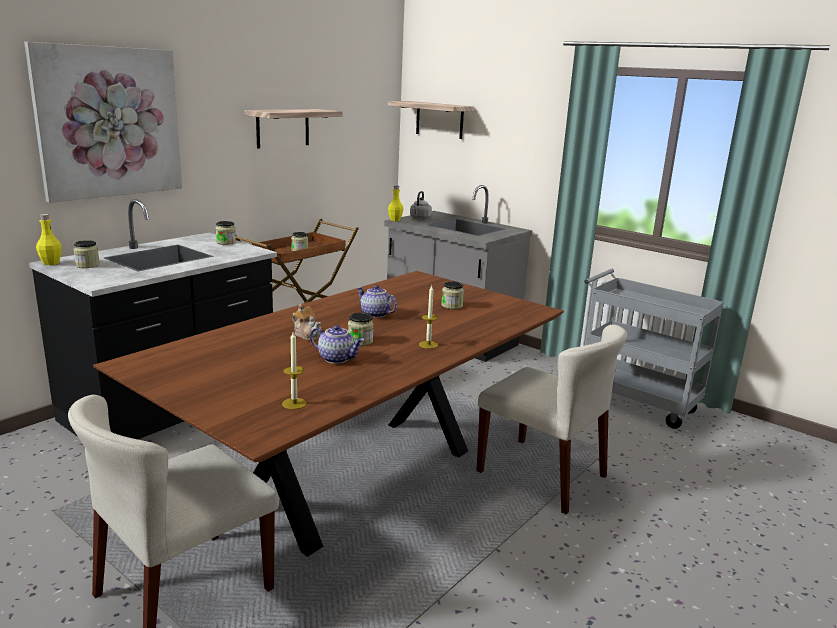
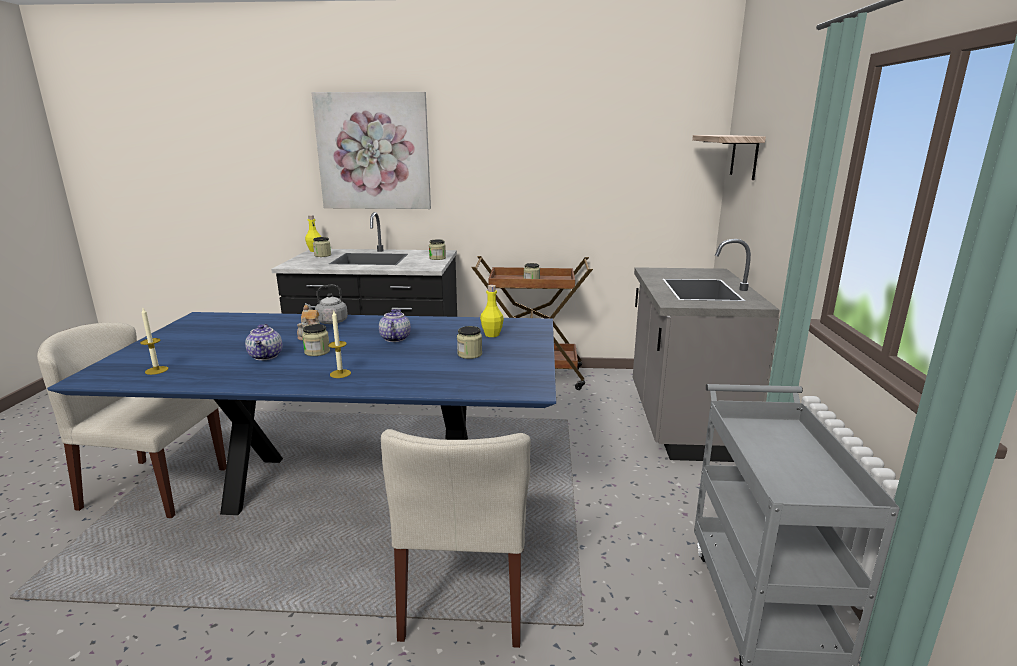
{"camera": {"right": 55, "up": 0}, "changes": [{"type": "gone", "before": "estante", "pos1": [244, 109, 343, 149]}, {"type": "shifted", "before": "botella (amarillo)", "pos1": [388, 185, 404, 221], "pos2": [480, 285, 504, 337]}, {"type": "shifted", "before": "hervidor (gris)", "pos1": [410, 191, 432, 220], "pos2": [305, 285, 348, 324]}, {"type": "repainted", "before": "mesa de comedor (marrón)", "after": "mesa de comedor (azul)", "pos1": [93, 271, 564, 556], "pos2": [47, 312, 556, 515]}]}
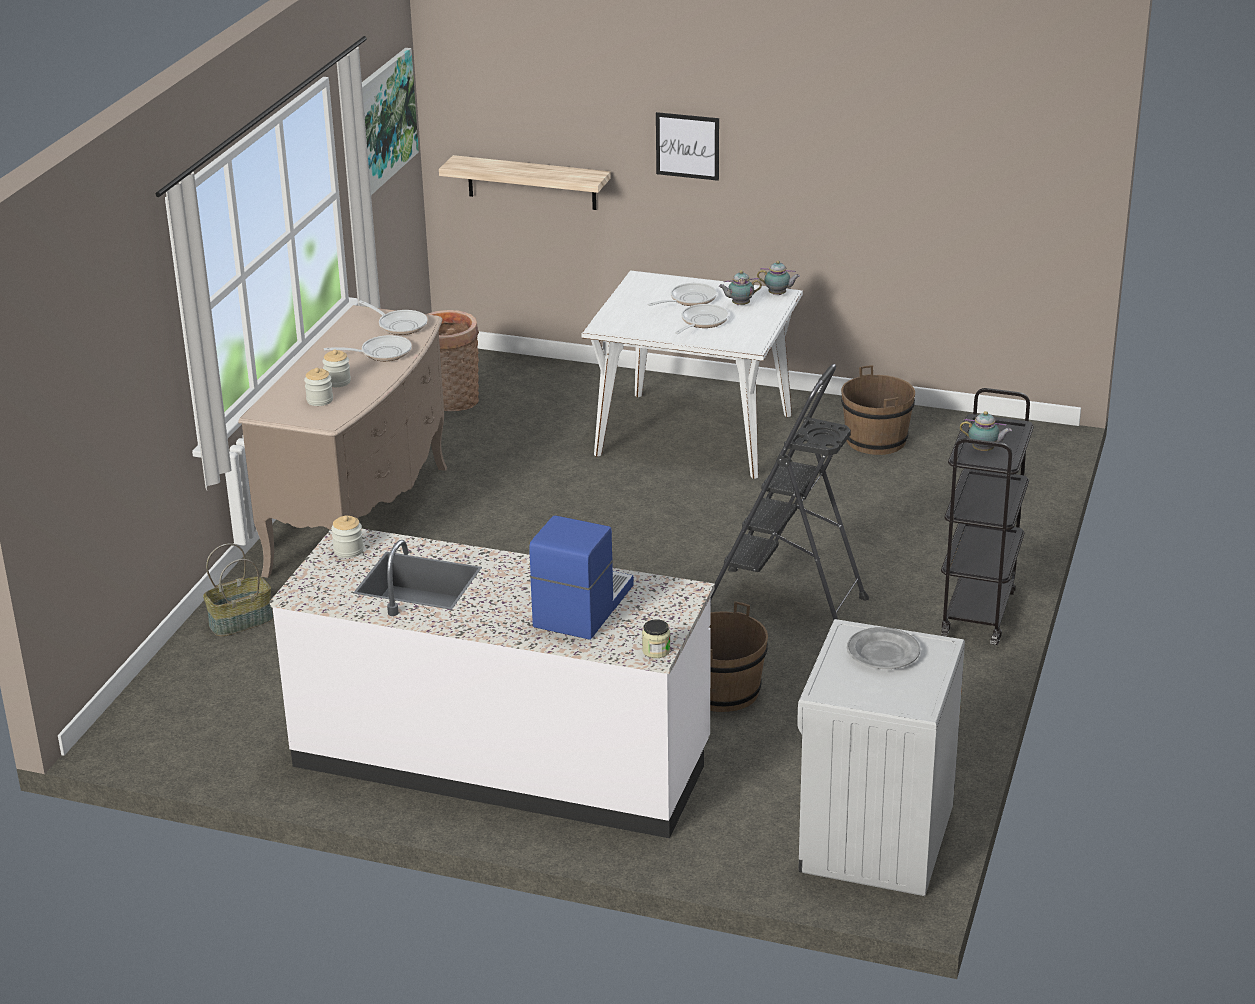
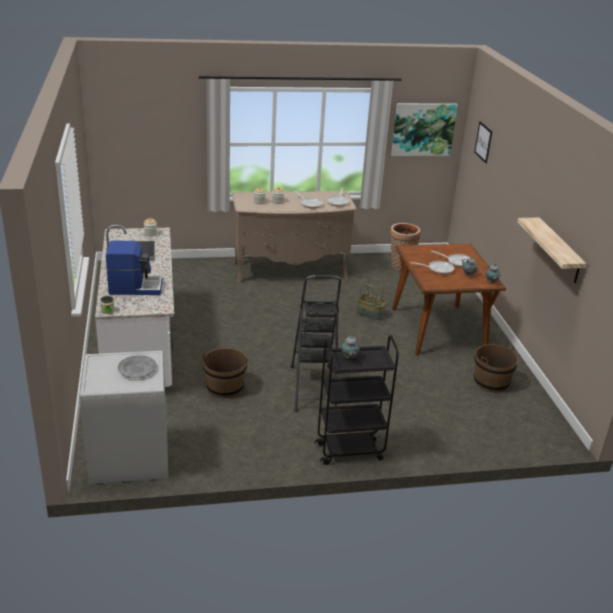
{"camera": {"right": 60, "up": 0}, "changes": [{"type": "shifted", "before": "cuadro", "pos1": [656, 112, 719, 181], "pos2": [474, 121, 492, 163]}, {"type": "shifted", "before": "estante", "pos1": [439, 155, 611, 210], "pos2": [517, 218, 587, 283]}, {"type": "repainted", "before": "mesa de comedor (blanco)", "after": "mesa de comedor (marrón)", "pos1": [581, 270, 803, 479], "pos2": [392, 244, 506, 355]}, {"type": "shifted", "before": "cesta", "pos1": [203, 543, 273, 637], "pos2": [356, 278, 387, 321]}]}
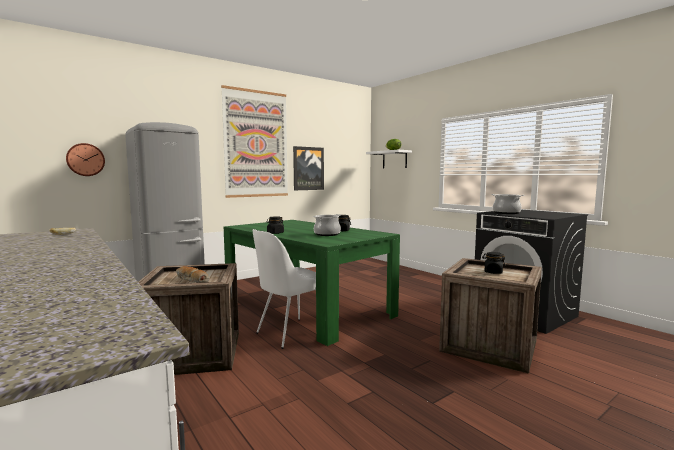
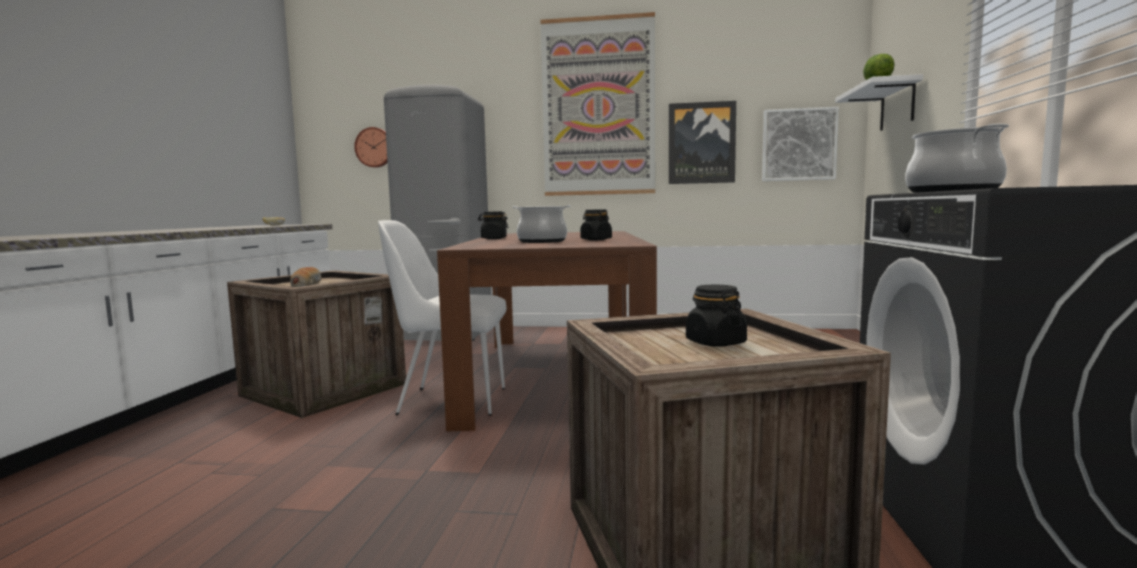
{"camera": {"right": 45, "up": 0}, "changes": [{"type": "repainted", "before": "mesa de comedor (verde)", "after": "mesa de comedor (marrón)", "pos1": [224, 220, 400, 346], "pos2": [437, 231, 657, 431]}, {"type": "new", "after": "cuadro", "pos2": [762, 107, 839, 181]}]}
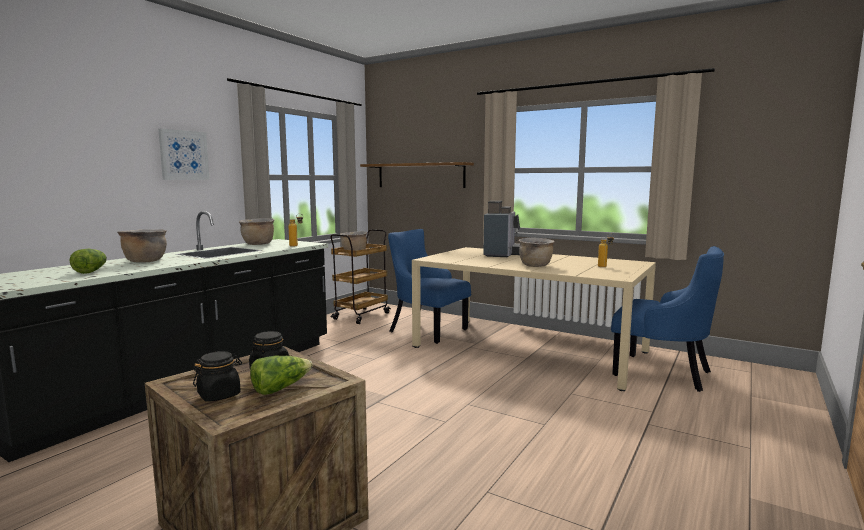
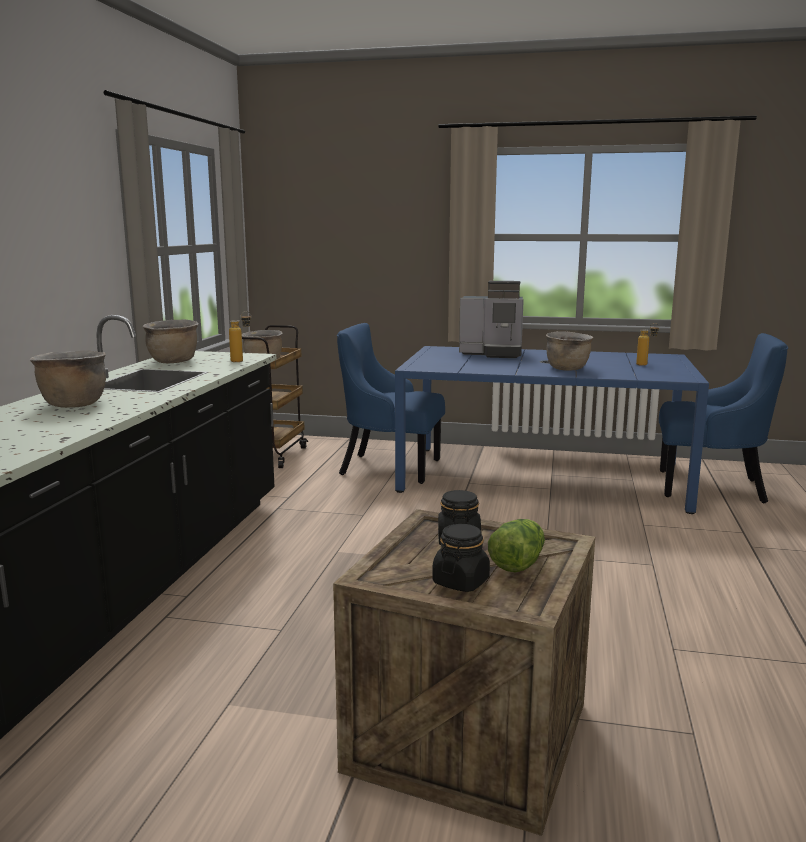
{"camera": {"right": -20, "up": 5}, "changes": [{"type": "gone", "before": "cuadro", "pos1": [158, 129, 210, 180]}, {"type": "gone", "before": "estante", "pos1": [360, 162, 474, 188]}, {"type": "rotated", "before": "cafetera", "pos1": [483, 201, 520, 257], "pos2": [459, 281, 524, 358], "turn": 105}, {"type": "repainted", "before": "mesa de comedor (beis)", "after": "mesa de comedor (azul)", "pos1": [412, 247, 656, 391], "pos2": [395, 346, 709, 514]}, {"type": "gone", "before": "lechuga", "pos1": [69, 249, 107, 274]}]}
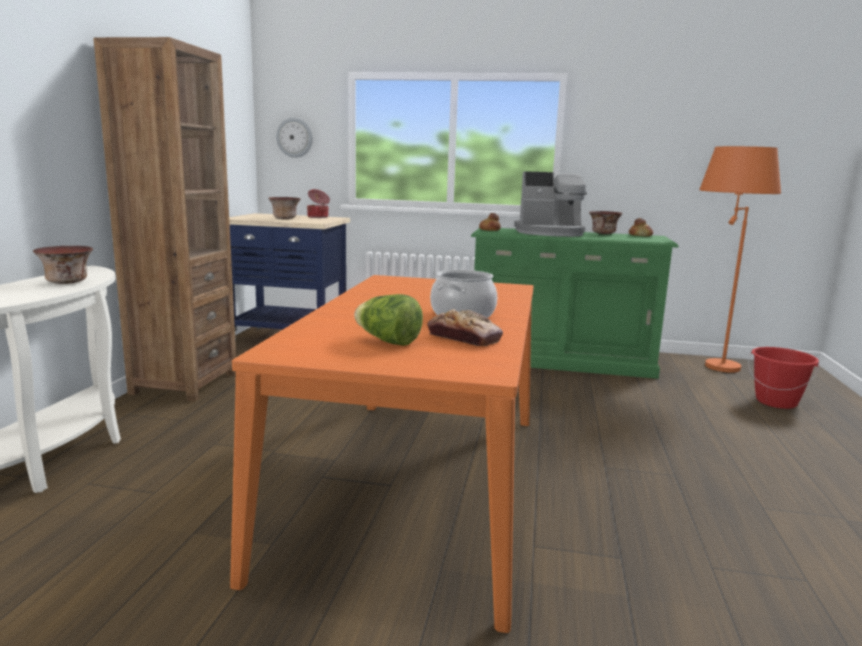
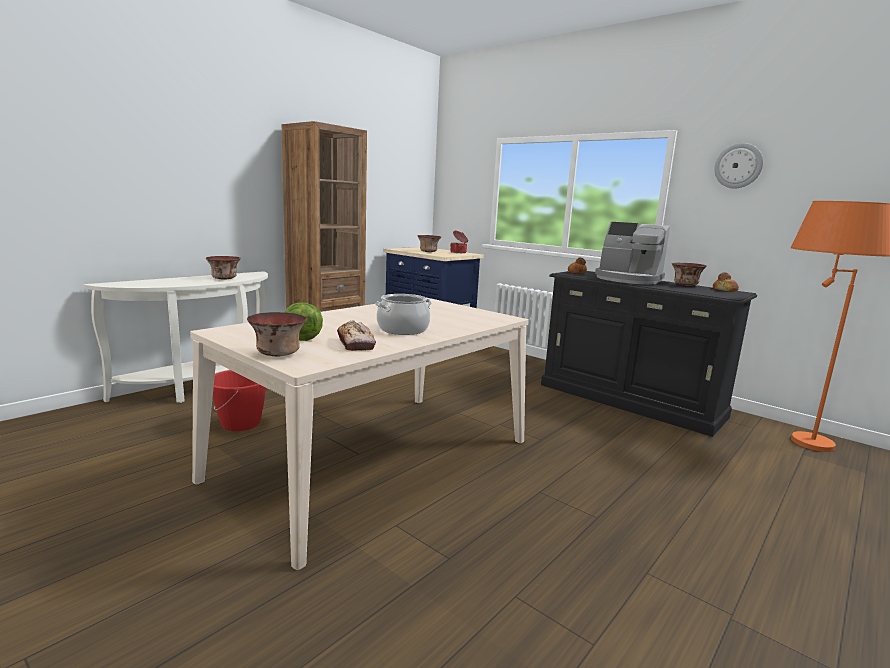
{"camera": {"right": 30, "up": 0}, "changes": [{"type": "shifted", "before": "reloj de pared", "pos1": [276, 118, 313, 158], "pos2": [714, 143, 763, 189]}, {"type": "repainted", "before": "armario (verde)", "after": "armario (negro)", "pos1": [471, 228, 679, 379], "pos2": [541, 271, 757, 437]}, {"type": "repainted", "before": "mesa de comedor (naranja)", "after": "mesa de comedor (beis)", "pos1": [230, 275, 534, 633], "pos2": [190, 298, 529, 570]}, {"type": "shifted", "before": "cubo (rojo)", "pos1": [748, 347, 819, 409], "pos2": [213, 370, 266, 431]}, {"type": "new", "after": "cuenco", "pos2": [247, 312, 307, 356]}]}
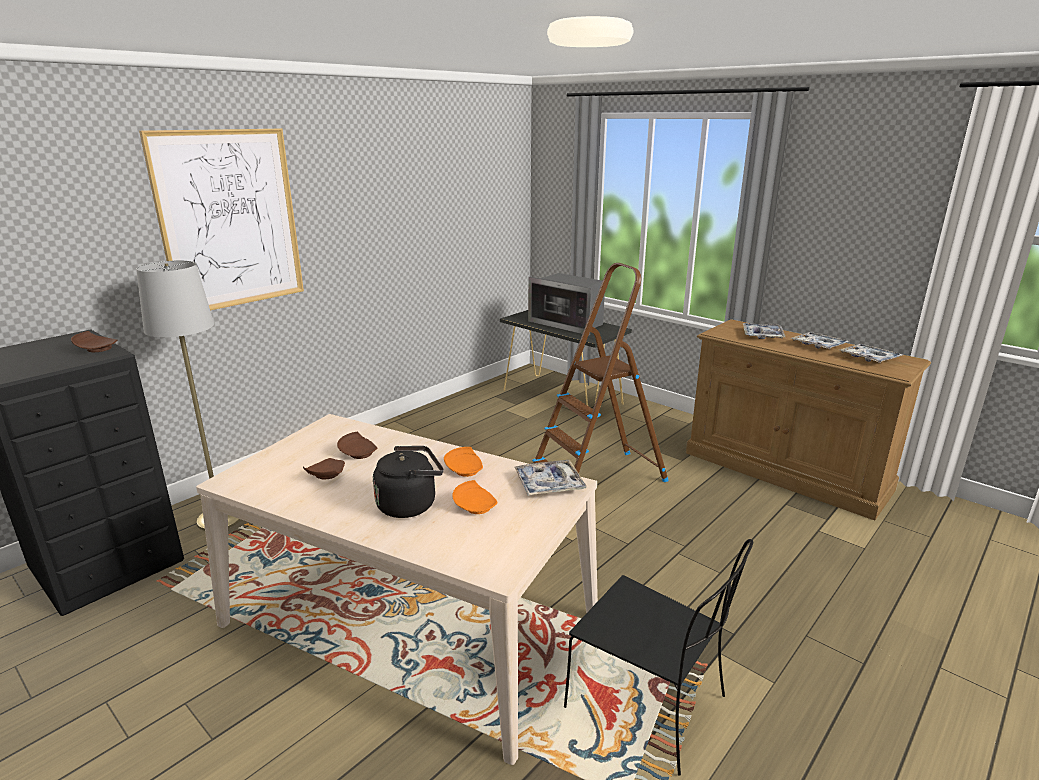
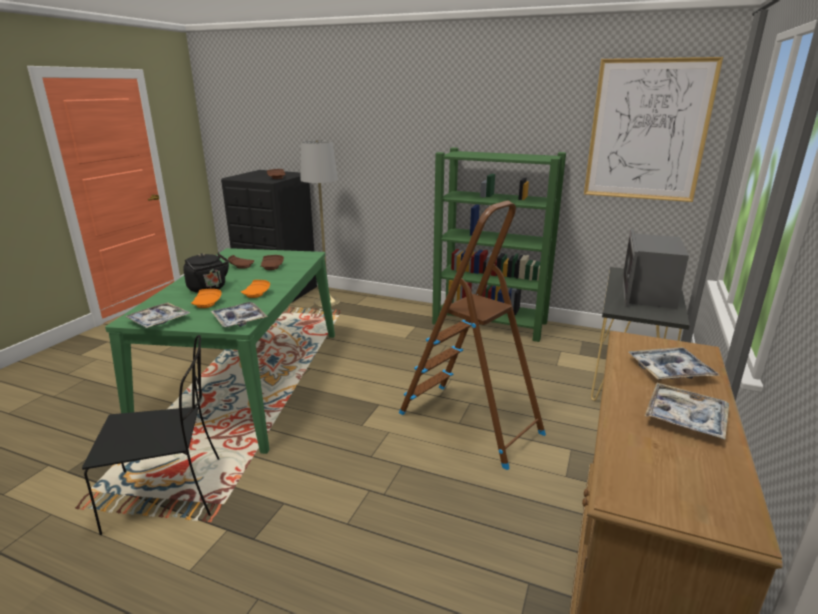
{"camera": {"right": 70, "up": 0}, "changes": [{"type": "shifted", "before": "cuadro", "pos1": [139, 129, 304, 310], "pos2": [584, 57, 723, 202]}, {"type": "shifted", "before": "bandeja", "pos1": [839, 344, 902, 363], "pos2": [125, 302, 190, 328]}, {"type": "repainted", "before": "mesa de comedor (beis)", "after": "mesa de comedor (verde)", "pos1": [196, 414, 598, 765], "pos2": [105, 248, 335, 454]}, {"type": "rotated", "before": "silla (negro)", "pos1": [564, 539, 753, 776], "pos2": [82, 335, 220, 535], "turn": -120}, {"type": "new", "after": "estantería (verde)", "pos2": [432, 147, 566, 342]}]}
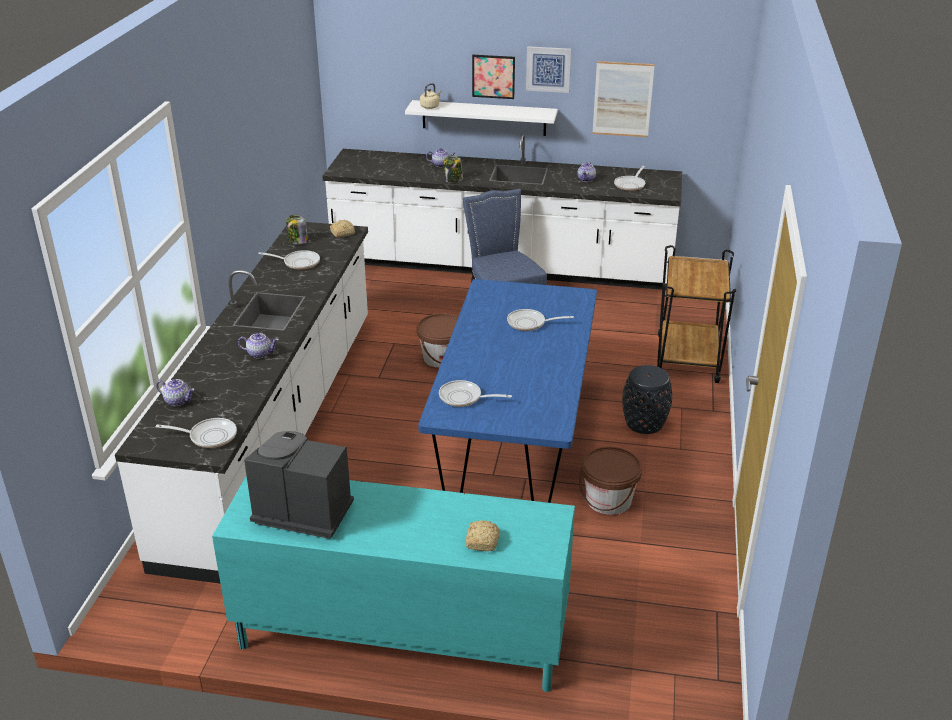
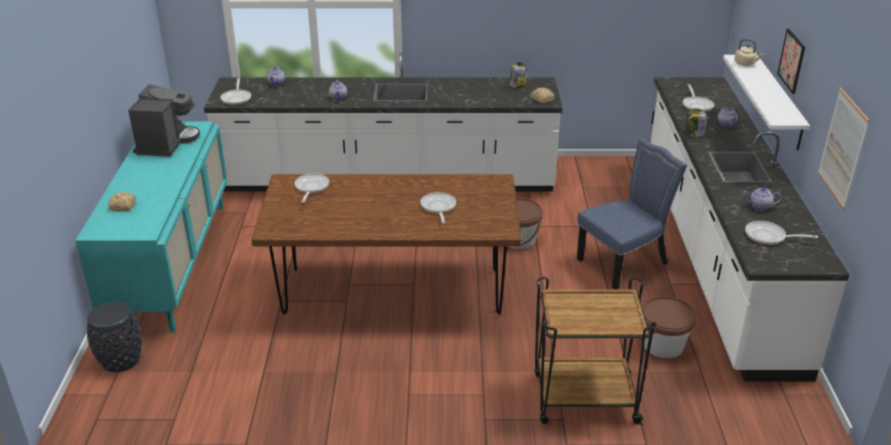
{"camera": {"right": 80, "up": 0}, "changes": [{"type": "gone", "before": "cuadro", "pos1": [526, 46, 571, 93]}, {"type": "shifted", "before": "sartén", "pos1": [258, 250, 320, 270], "pos2": [683, 84, 714, 112]}, {"type": "repainted", "before": "mesa de comedor (azul)", "after": "mesa de comedor (marrón)", "pos1": [418, 279, 597, 503], "pos2": [251, 174, 521, 314]}, {"type": "shifted", "before": "taburete (negro)", "pos1": [622, 365, 672, 434], "pos2": [87, 302, 142, 372]}, {"type": "shifted", "before": "cubo (marrón)", "pos1": [579, 447, 642, 515], "pos2": [639, 296, 696, 358]}]}
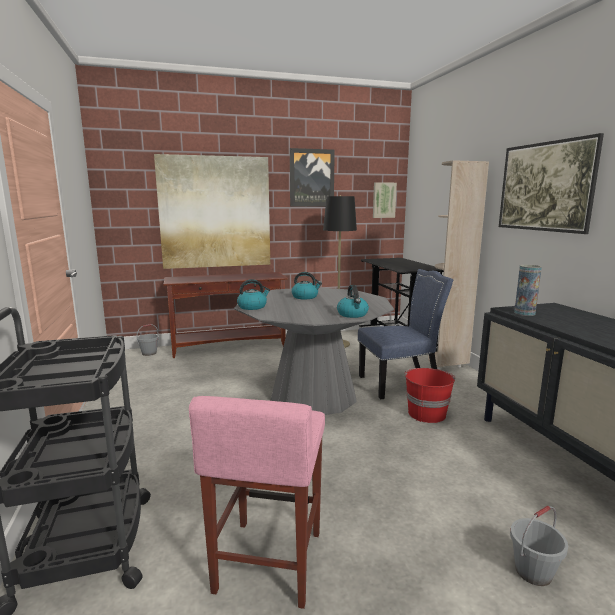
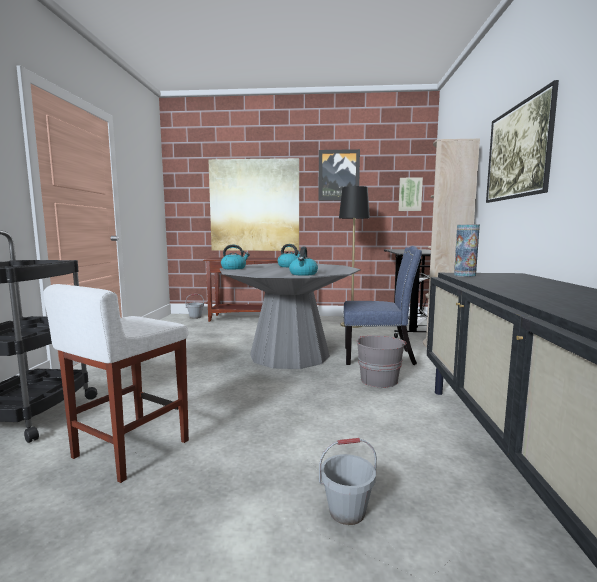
{"camera": {"right": 20, "up": -5}, "changes": [{"type": "repainted", "before": "cubo (rojo)", "after": "cubo (gris)", "pos1": [405, 368, 455, 423], "pos2": [357, 336, 407, 388]}, {"type": "repainted", "before": "taburete (rosa)", "after": "taburete (blanco)", "pos1": [189, 396, 325, 609], "pos2": [43, 284, 189, 483]}]}
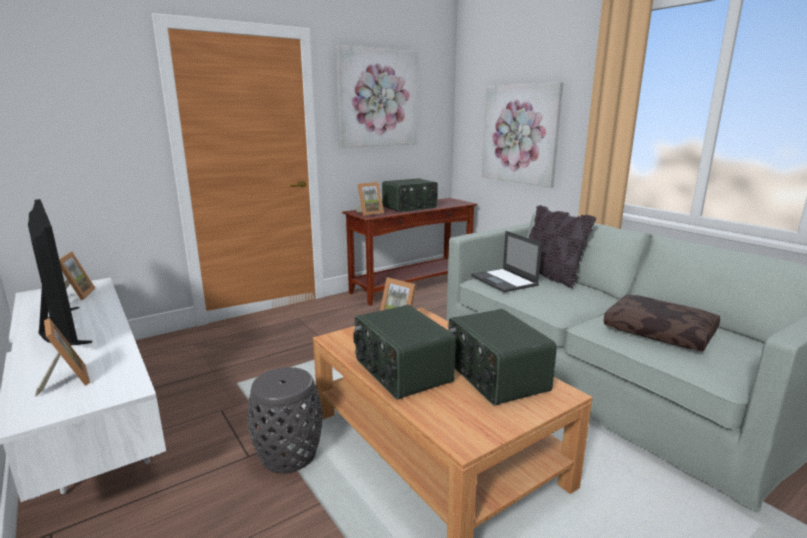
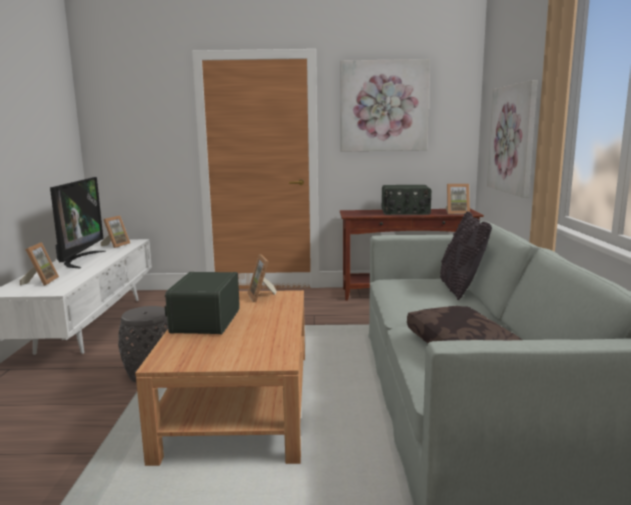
{"camera": {"right": 35, "up": -5}, "changes": [{"type": "shifted", "before": "portarretratos", "pos1": [356, 182, 384, 216], "pos2": [446, 184, 470, 214]}, {"type": "gone", "before": "portátil", "pos1": [471, 231, 542, 293]}, {"type": "gone", "before": "radio", "pos1": [448, 309, 557, 406]}]}
